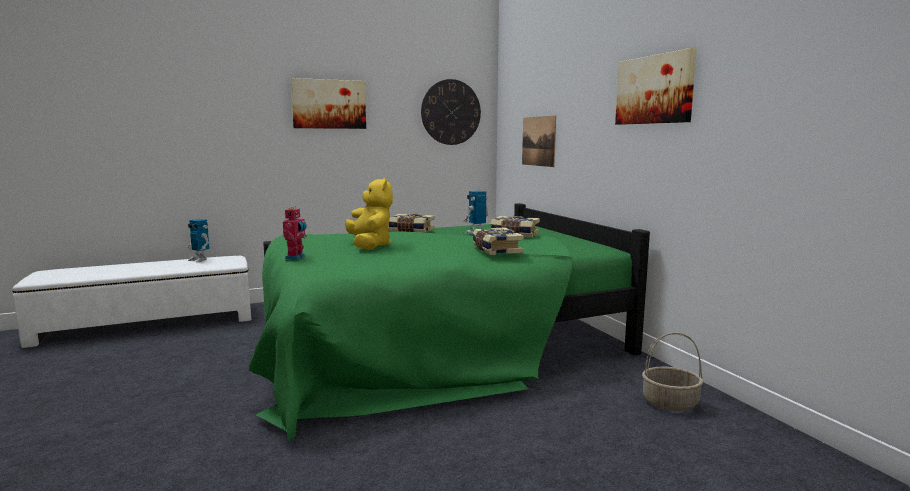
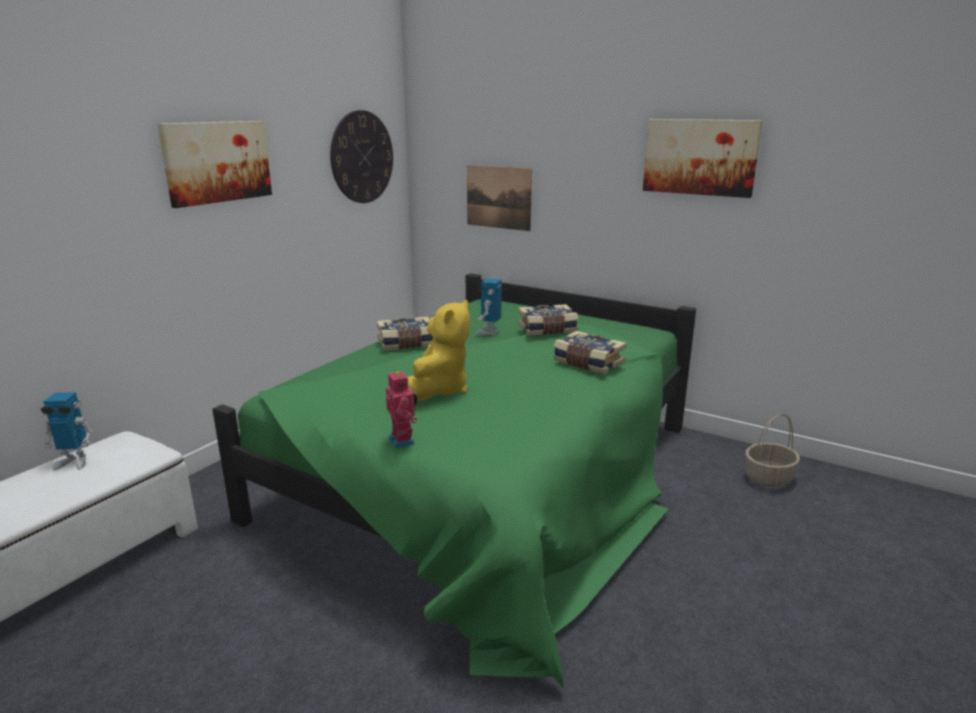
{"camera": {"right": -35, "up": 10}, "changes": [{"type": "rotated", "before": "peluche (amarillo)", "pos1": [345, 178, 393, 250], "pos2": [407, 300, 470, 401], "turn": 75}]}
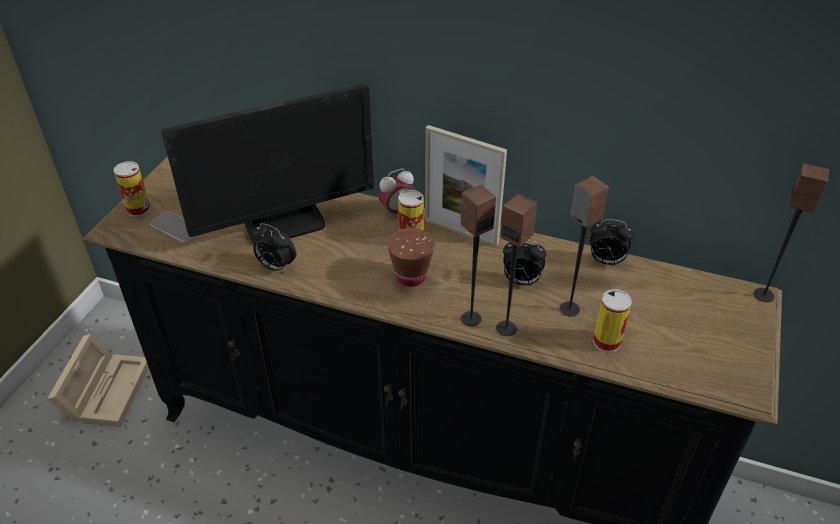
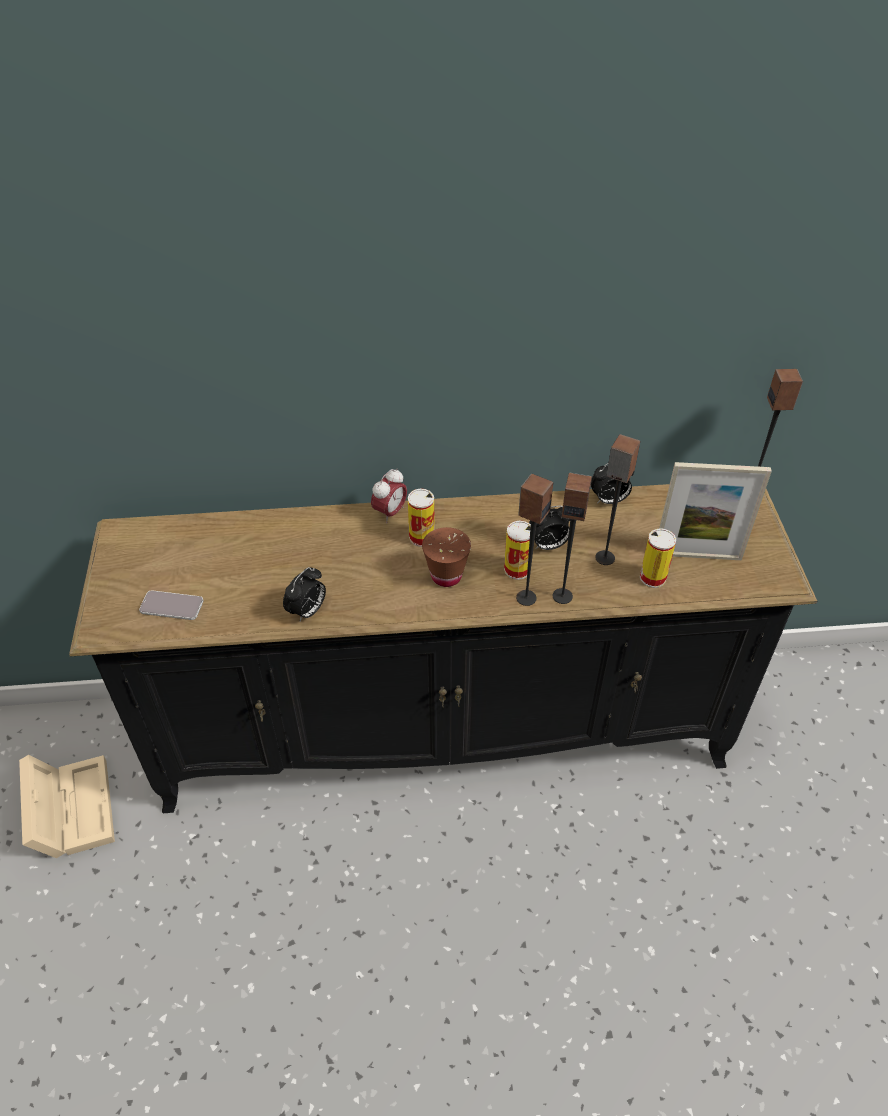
{"camera": {"right": -25, "up": 5}, "changes": [{"type": "gone", "before": "monitor", "pos1": [161, 84, 374, 245]}, {"type": "shifted", "before": "portarretratos", "pos1": [425, 125, 507, 247], "pos2": [659, 462, 772, 560]}, {"type": "shifted", "before": "lata", "pos1": [113, 161, 151, 217], "pos2": [504, 521, 531, 580]}, {"type": "rotated", "before": "despertador", "pos1": [252, 223, 296, 273], "pos2": [283, 567, 326, 621], "turn": -60}]}
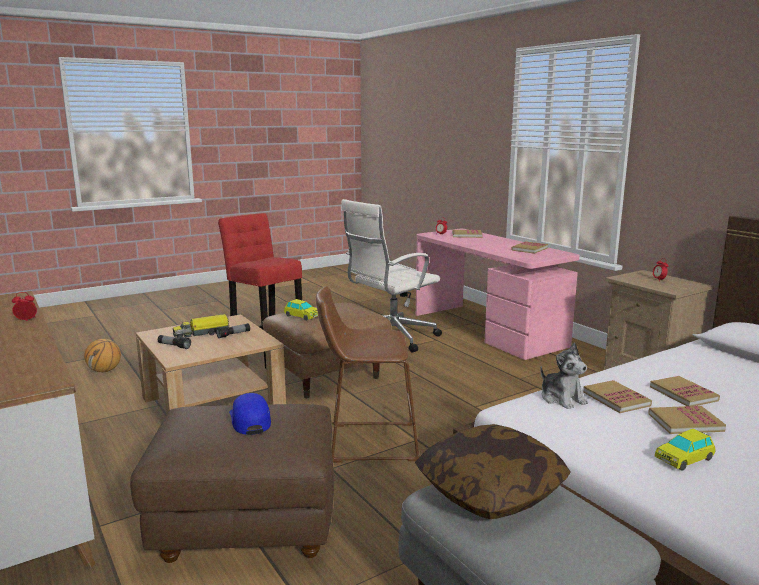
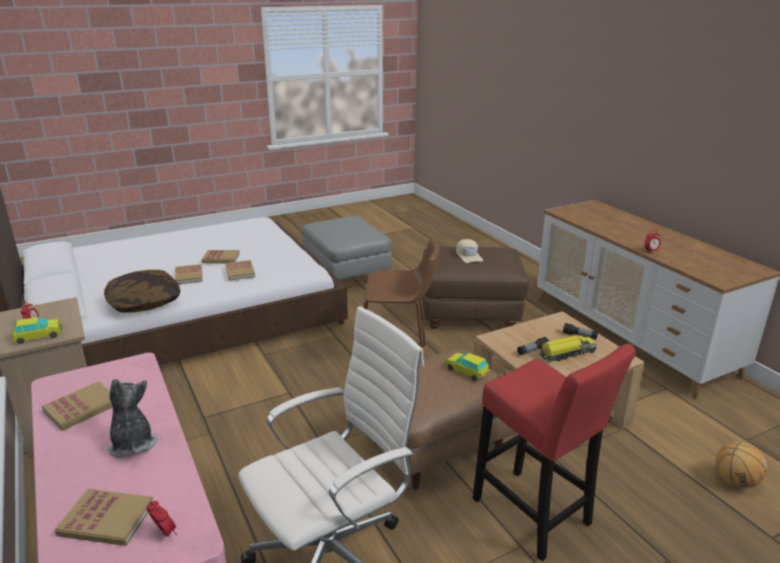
{"camera": {"right": -175, "up": 10}, "changes": [{"type": "shifted", "before": "peluche", "pos1": [540, 343, 588, 409], "pos2": [108, 379, 157, 458]}, {"type": "repainted", "before": "gorra (azul)", "after": "gorra (beis)", "pos1": [229, 393, 271, 435], "pos2": [456, 239, 483, 263]}, {"type": "shifted", "before": "cojín", "pos1": [415, 424, 571, 519], "pos2": [104, 270, 180, 313]}, {"type": "shifted", "before": "coche de juguete", "pos1": [655, 429, 716, 471], "pos2": [12, 317, 62, 344]}]}
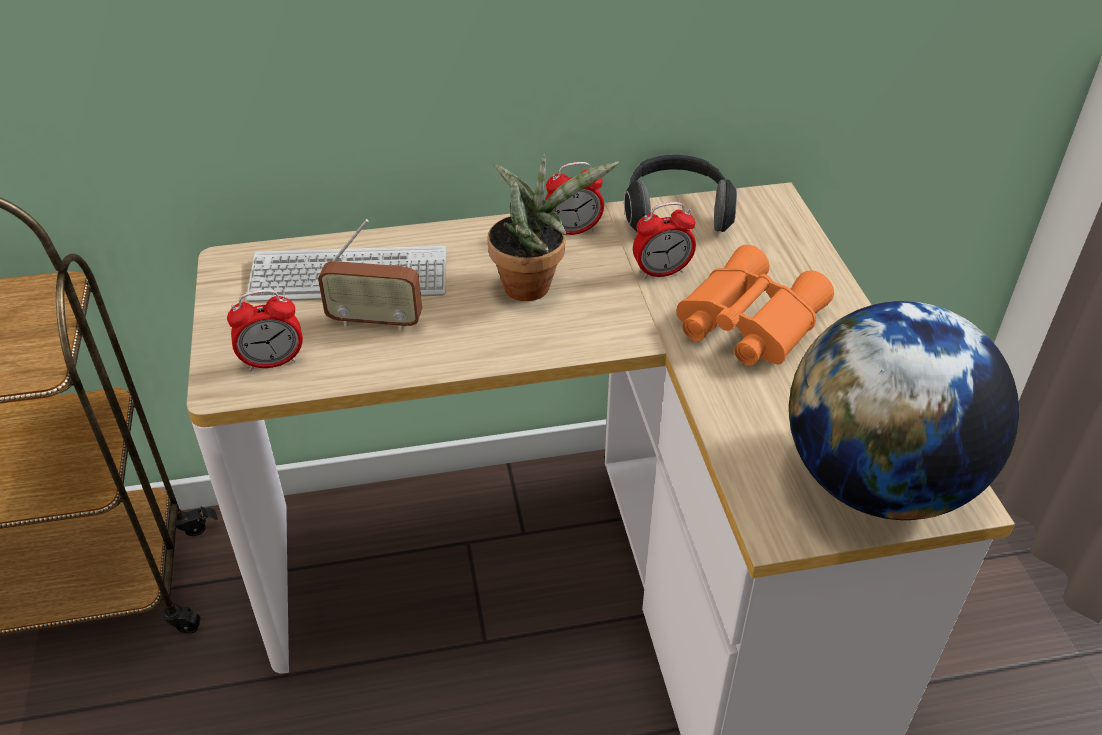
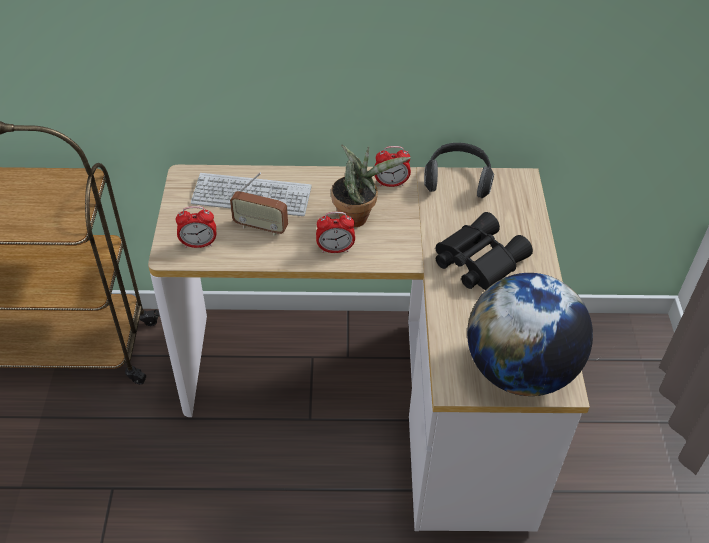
{"camera": {"right": 10, "up": 5}, "changes": [{"type": "shifted", "before": "despertador", "pos1": [633, 202, 696, 279], "pos2": [316, 212, 355, 253]}, {"type": "repainted", "before": "prismáticos (naranja)", "after": "prismáticos (negro)", "pos1": [676, 245, 834, 366], "pos2": [436, 212, 533, 290]}]}
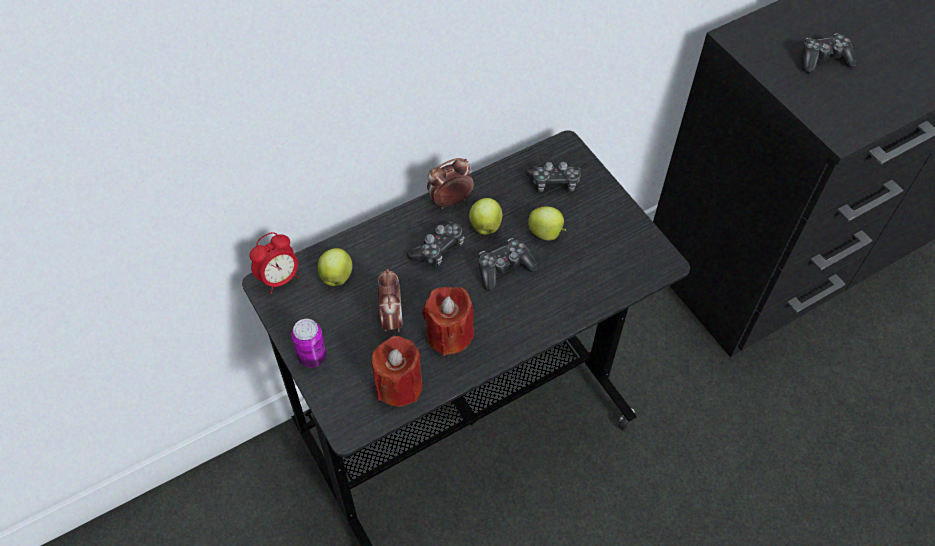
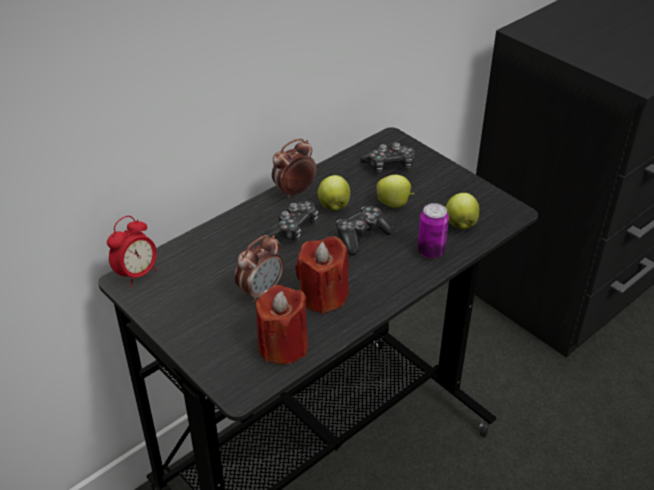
{"camera": {"right": -10, "up": -15}, "changes": [{"type": "gone", "before": "mando de consola", "pos1": [802, 34, 857, 73]}, {"type": "shifted", "before": "manzana", "pos1": [318, 248, 353, 286], "pos2": [446, 193, 479, 229]}, {"type": "rotated", "before": "despertador", "pos1": [377, 269, 403, 332], "pos2": [234, 235, 284, 303], "turn": 60}, {"type": "shifted", "before": "lata", "pos1": [291, 319, 327, 368], "pos2": [417, 203, 449, 258]}]}
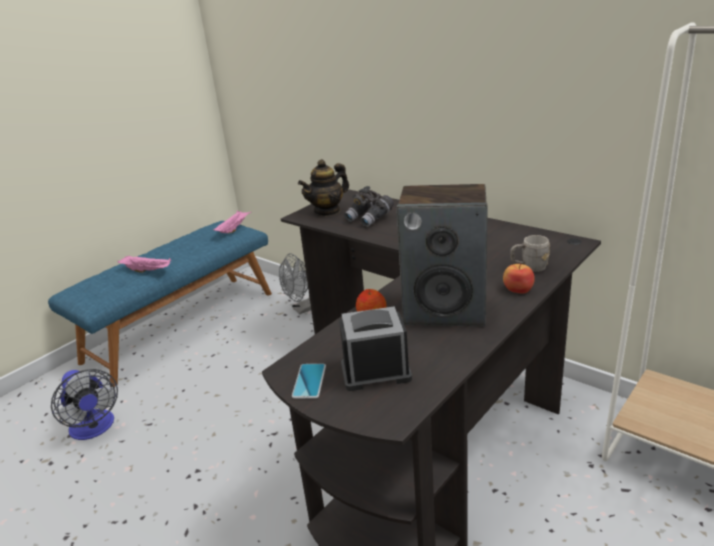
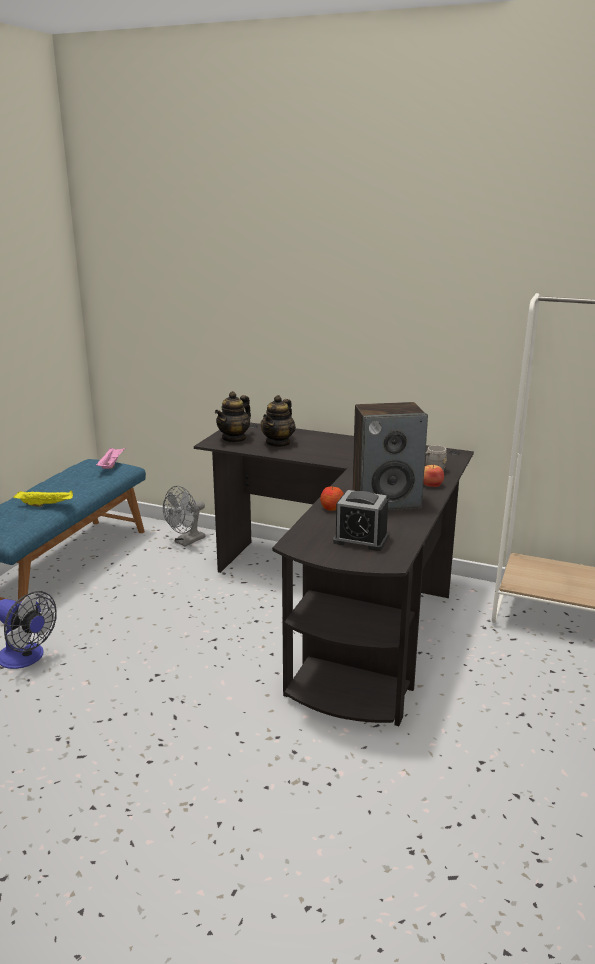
{"camera": {"right": -20, "up": -5}, "changes": [{"type": "swapped", "before": "prismáticos (gris)", "after": "tetera", "pos1": [344, 186, 394, 227], "pos2": [260, 395, 296, 447]}, {"type": "repainted", "before": "bandeja (rosa)", "after": "bandeja (amarillo)", "pos1": [118, 256, 171, 273], "pos2": [13, 490, 73, 507]}, {"type": "rotated", "before": "despertador", "pos1": [339, 306, 412, 391], "pos2": [333, 490, 389, 551], "turn": -135}, {"type": "gone", "before": "móvil", "pos1": [292, 364, 326, 399]}]}
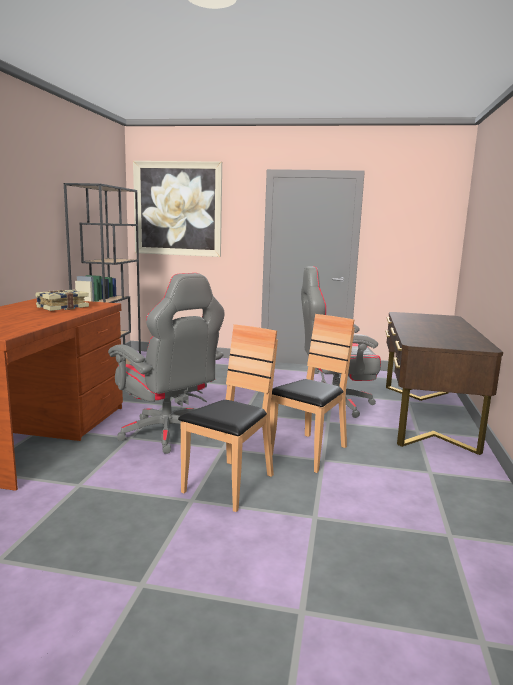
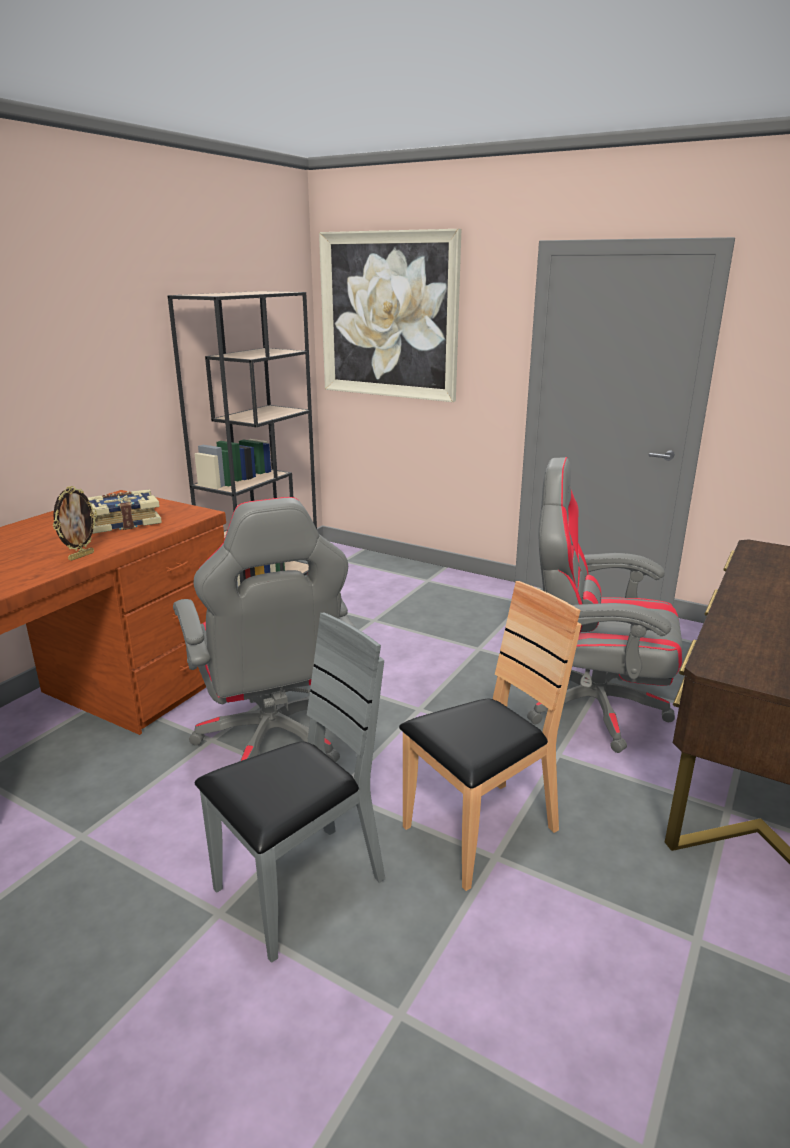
{"camera": {"right": 20, "up": 10}, "changes": [{"type": "repainted", "before": "silla (marrón)", "after": "silla (gris)", "pos1": [178, 324, 278, 512], "pos2": [195, 612, 385, 963]}, {"type": "new", "after": "portarretratos", "pos2": [53, 486, 97, 561]}]}
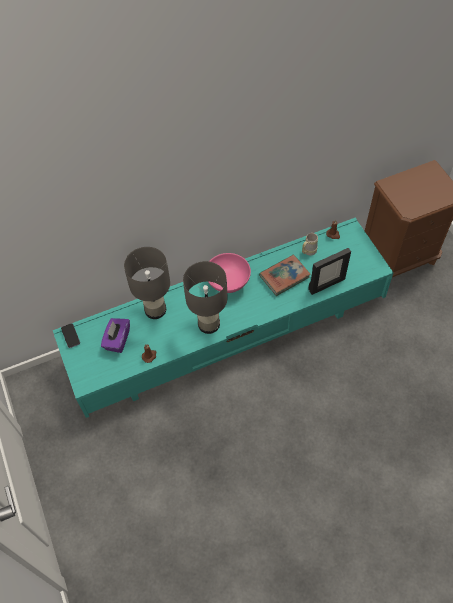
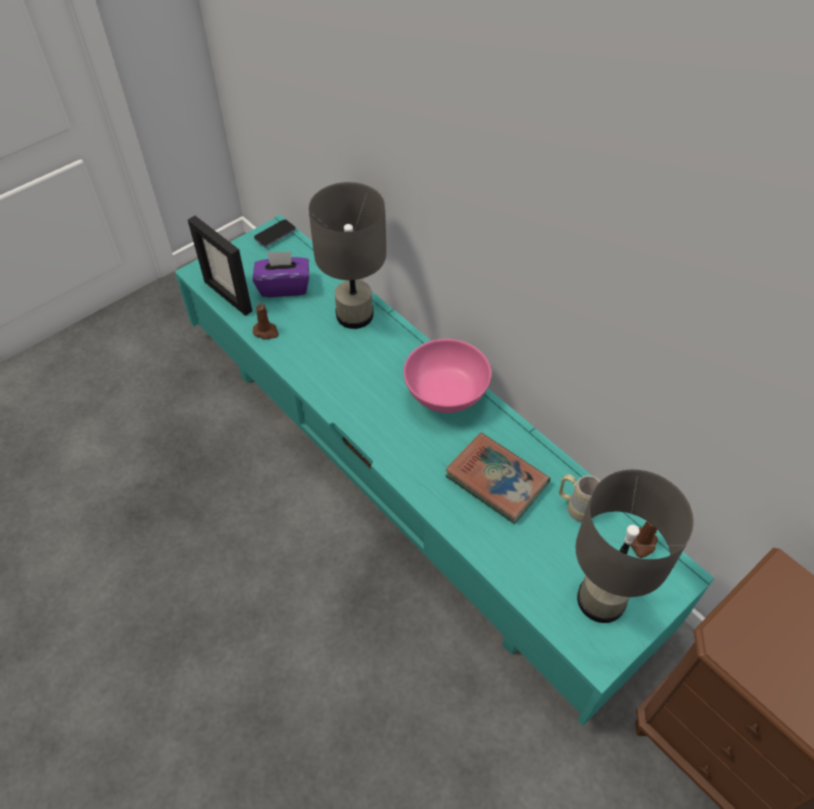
{"camera": {"right": 70, "up": -5}, "changes": [{"type": "shifted", "before": "portarretratos", "pos1": [308, 248, 351, 295], "pos2": [188, 216, 252, 316]}, {"type": "shifted", "before": "lámpara de mesa (gris)", "pos1": [183, 261, 227, 334], "pos2": [576, 470, 694, 623]}]}
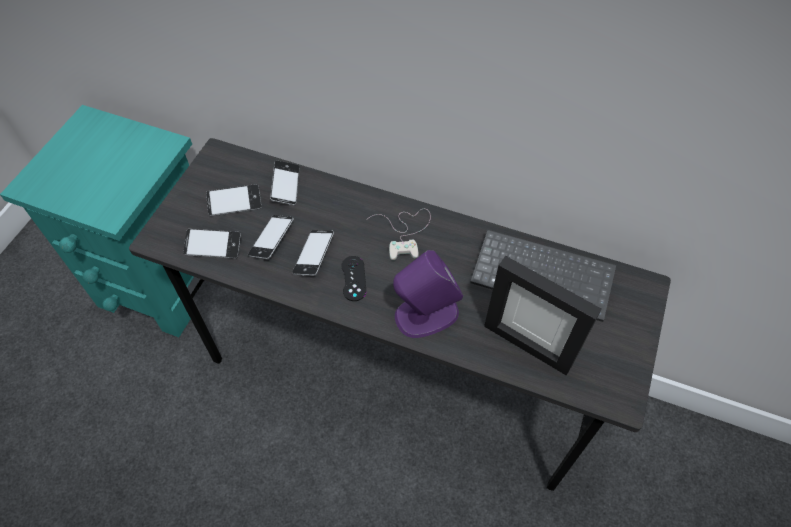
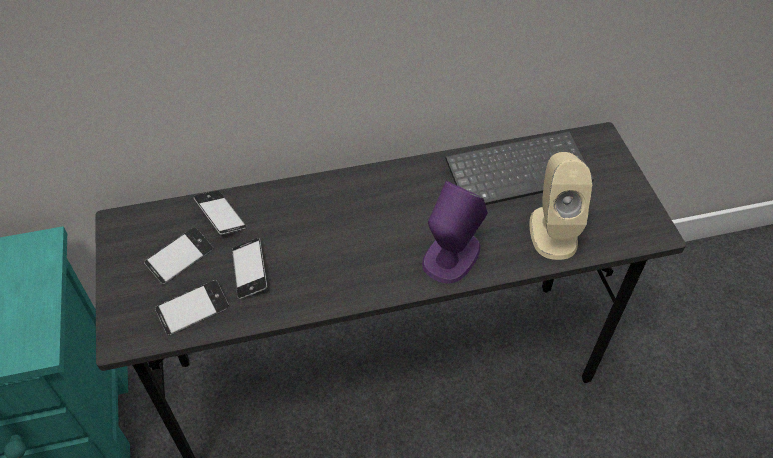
{"camera": {"right": -35, "up": -5}, "changes": [{"type": "gone", "before": "mando de consola (blanco)", "pos1": [366, 209, 431, 260]}, {"type": "gone", "before": "móvil", "pos1": [292, 230, 334, 276]}, {"type": "gone", "before": "mando de consola (negro)", "pos1": [341, 256, 366, 301]}, {"type": "swapped", "before": "portarretratos", "after": "altavoz (beis)", "pos1": [484, 256, 602, 375], "pos2": [529, 152, 593, 260]}]}
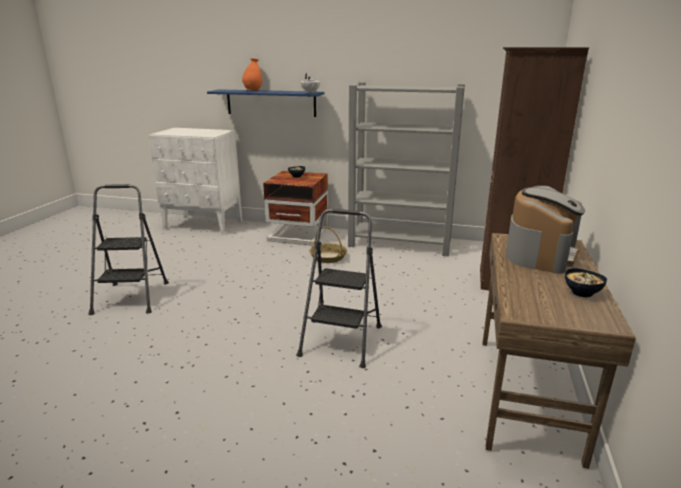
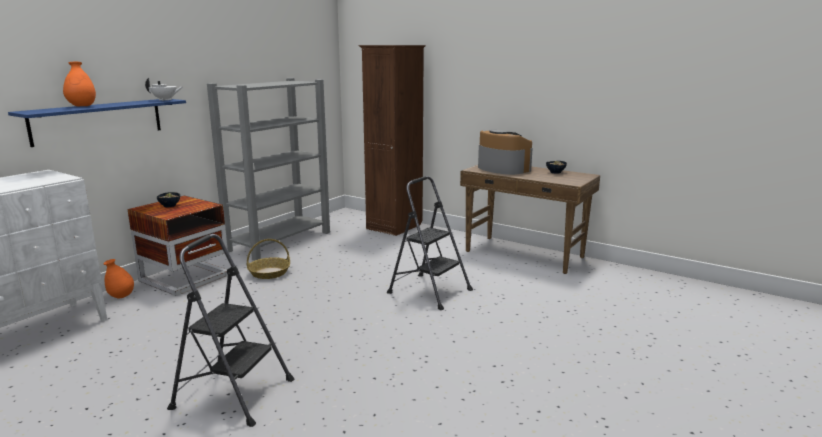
{"camera": {"right": -70, "up": -5}, "changes": [{"type": "new", "after": "florero (naranja)", "pos2": [104, 259, 134, 298]}]}
